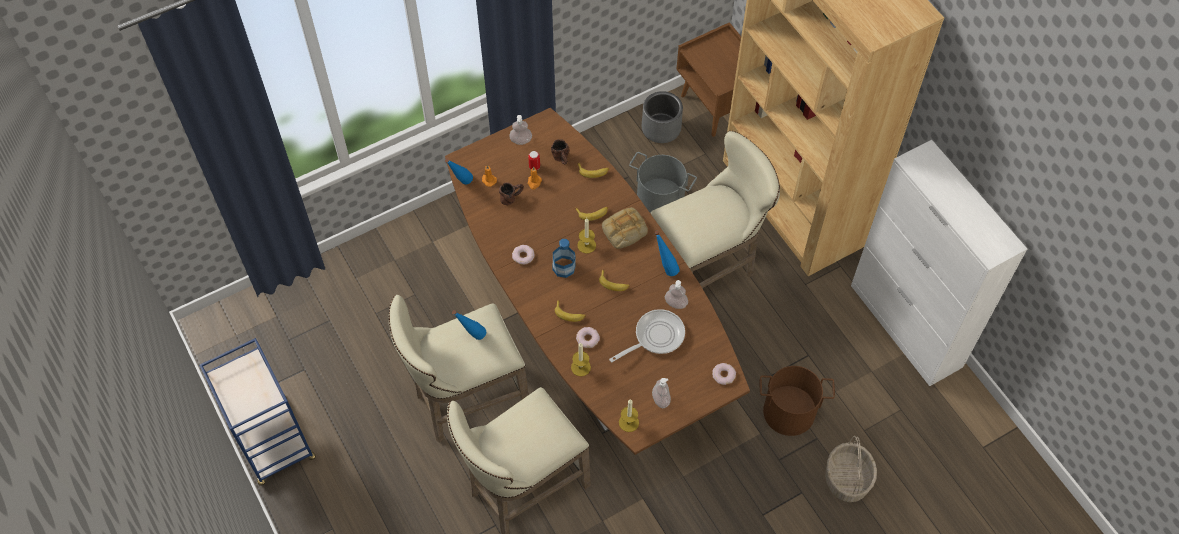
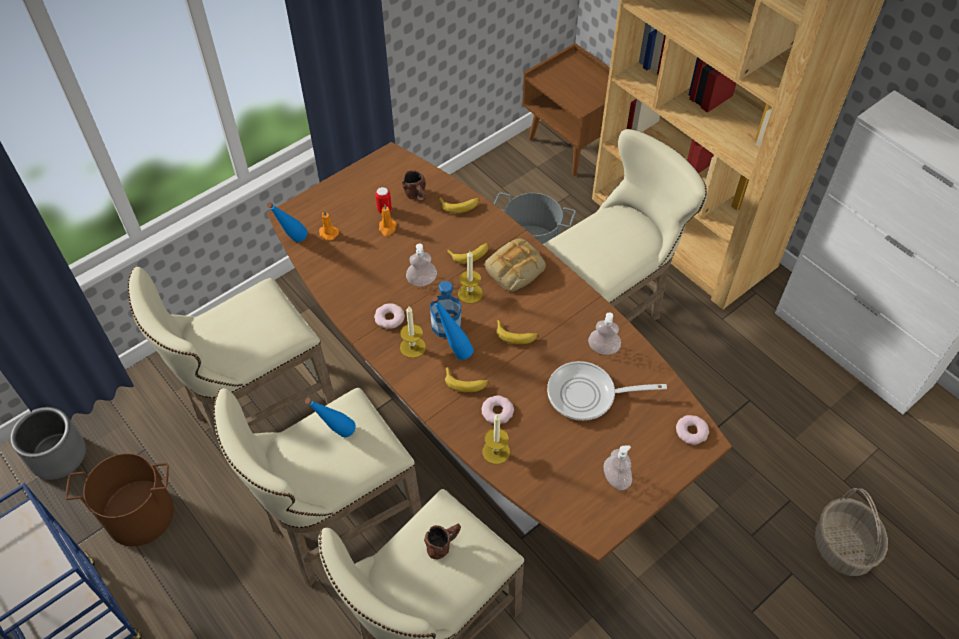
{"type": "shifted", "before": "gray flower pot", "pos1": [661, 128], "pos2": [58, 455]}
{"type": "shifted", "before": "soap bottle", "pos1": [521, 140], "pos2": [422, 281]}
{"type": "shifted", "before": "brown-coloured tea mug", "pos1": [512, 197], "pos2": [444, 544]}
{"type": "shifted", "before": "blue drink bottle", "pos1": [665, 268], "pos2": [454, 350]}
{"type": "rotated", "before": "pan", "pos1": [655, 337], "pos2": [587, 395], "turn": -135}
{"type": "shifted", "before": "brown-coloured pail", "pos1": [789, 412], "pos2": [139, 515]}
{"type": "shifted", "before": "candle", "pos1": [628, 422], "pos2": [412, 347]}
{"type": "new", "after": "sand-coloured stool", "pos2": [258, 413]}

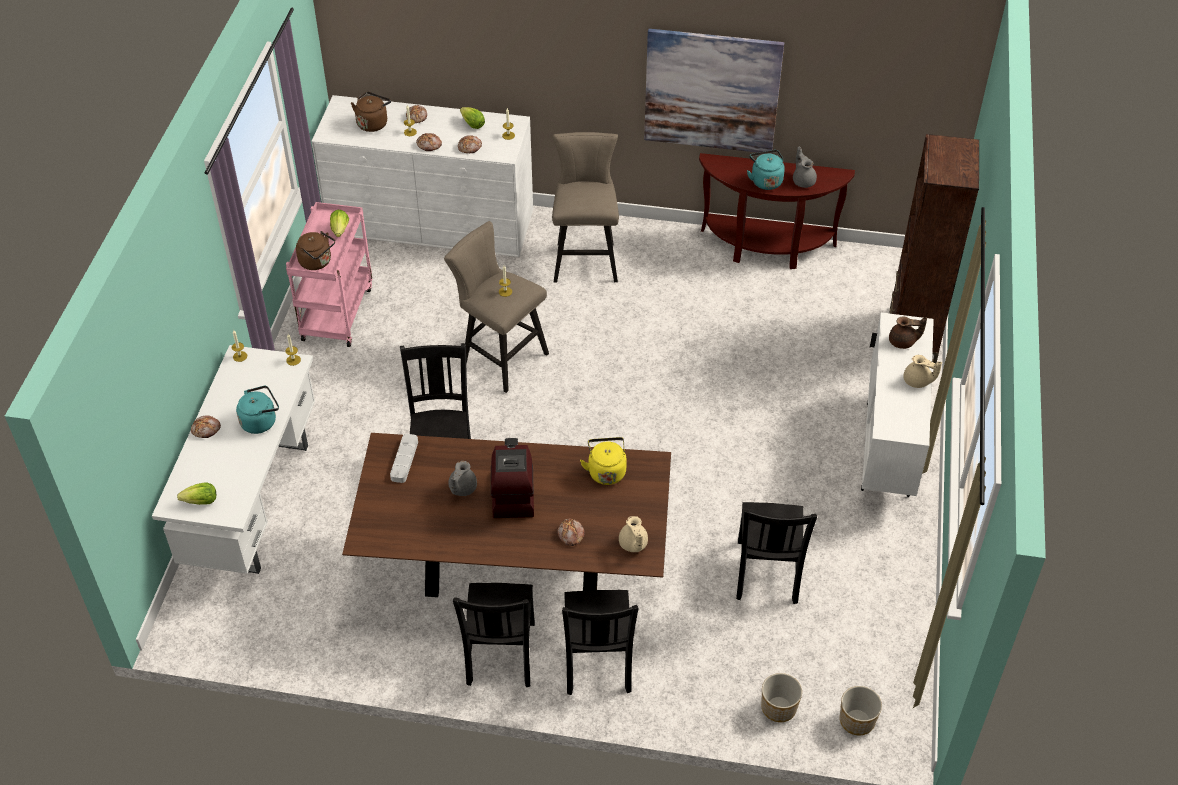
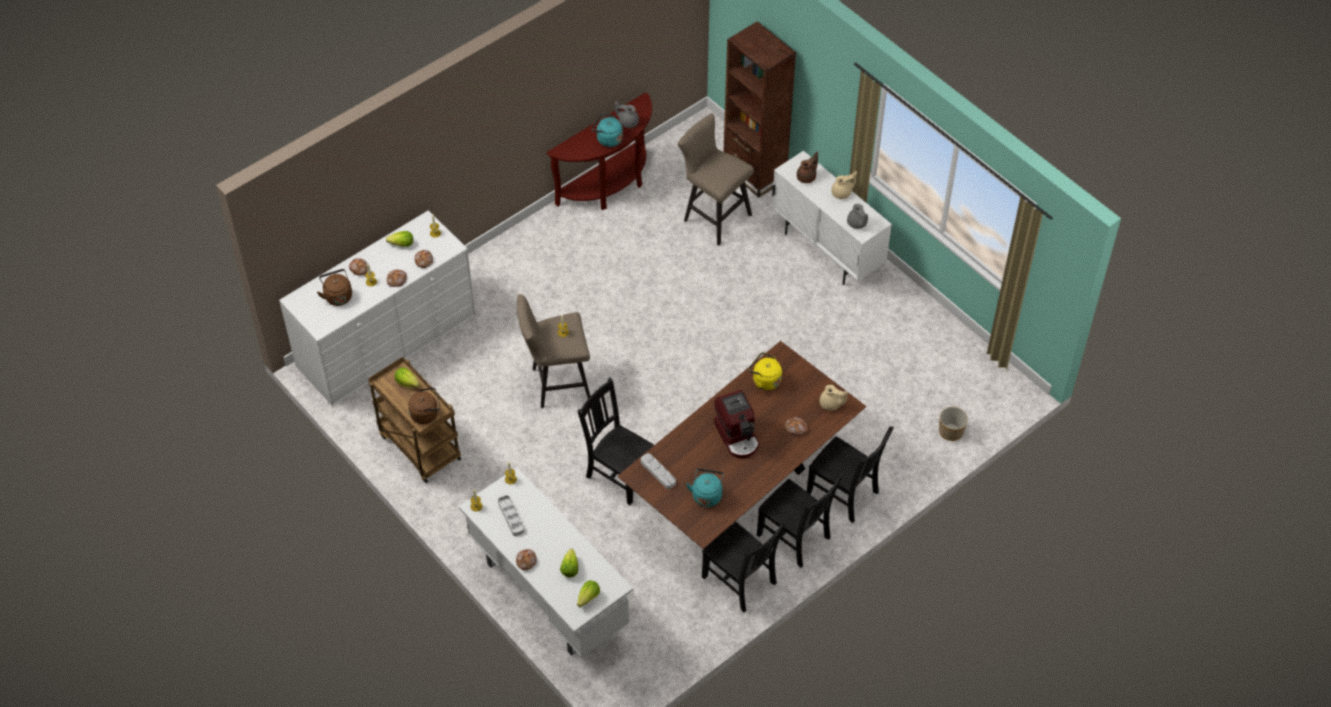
{"type": "gone", "before": "wall art", "pos1": [712, 91]}
{"type": "shifted", "before": "sand-coloured stool", "pos1": [585, 259], "pos2": [713, 216]}
{"type": "repainted", "before": "pink-coloured wheeled cart", "after": "brown-coloured wheeled cart", "pos1": [337, 312], "pos2": [418, 447]}
{"type": "shifted", "before": "blue-green kettle", "pos1": [261, 421], "pos2": [707, 494]}
{"type": "rotated", "before": "coffee machine", "pos1": [512, 493], "pos2": [737, 436], "turn": -150}
{"type": "shifted", "before": "gray teapot", "pos1": [462, 488], "pos2": [857, 224]}
{"type": "shifted", "before": "black upright chair", "pos1": [766, 574], "pos2": [741, 582]}
{"type": "gone", "before": "flower pot", "pos1": [857, 721]}
{"type": "new", "after": "gray tray", "pos2": [511, 517]}
{"type": "new", "after": "head of lettuce", "pos2": [569, 568]}

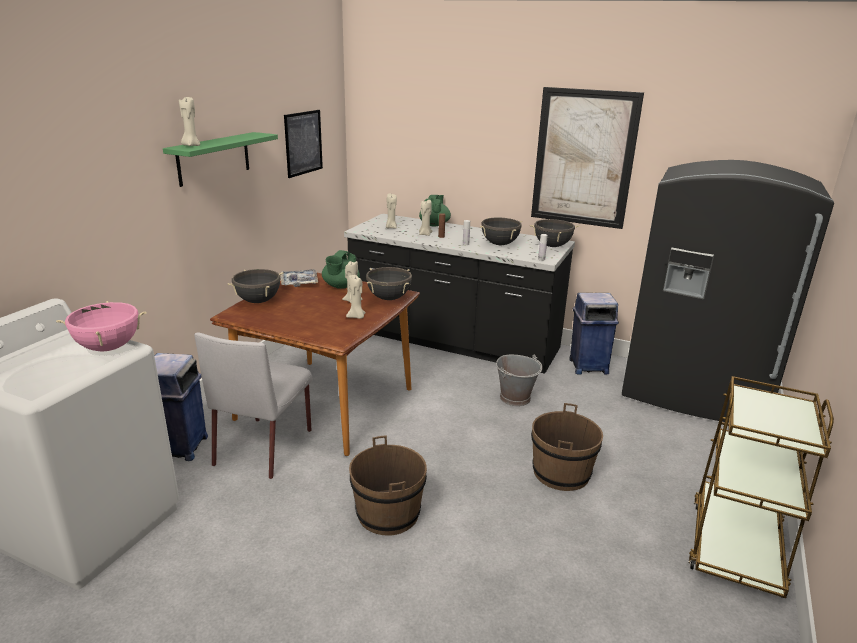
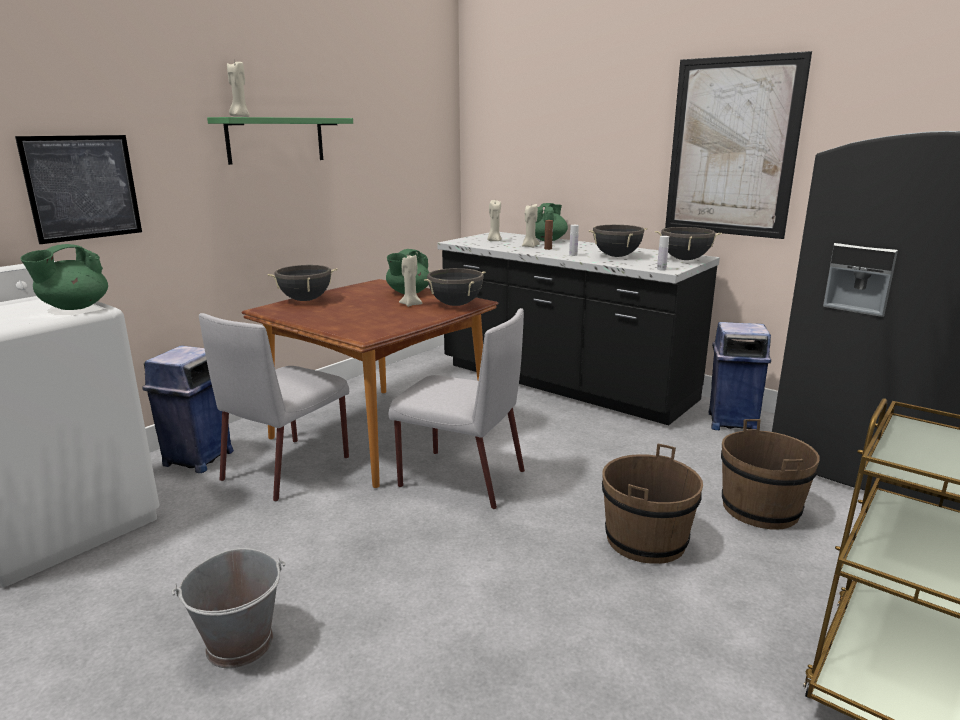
{"type": "shifted", "before": "wall art", "pos1": [303, 143], "pos2": [83, 187]}
{"type": "gone", "before": "tray", "pos1": [299, 282]}
{"type": "gone", "before": "sand-coloured candle", "pos1": [356, 317]}
{"type": "swapped", "before": "pink-coloured cooking pot", "after": "greenish teapot", "pos1": [108, 348], "pos2": [74, 307]}
{"type": "shifted", "before": "gray pail", "pos1": [515, 398], "pos2": [241, 644]}
{"type": "shifted", "before": "brown-coloured pail", "pos1": [388, 513], "pos2": [760, 509]}
{"type": "new", "after": "gray upright chair", "pos2": [460, 478]}

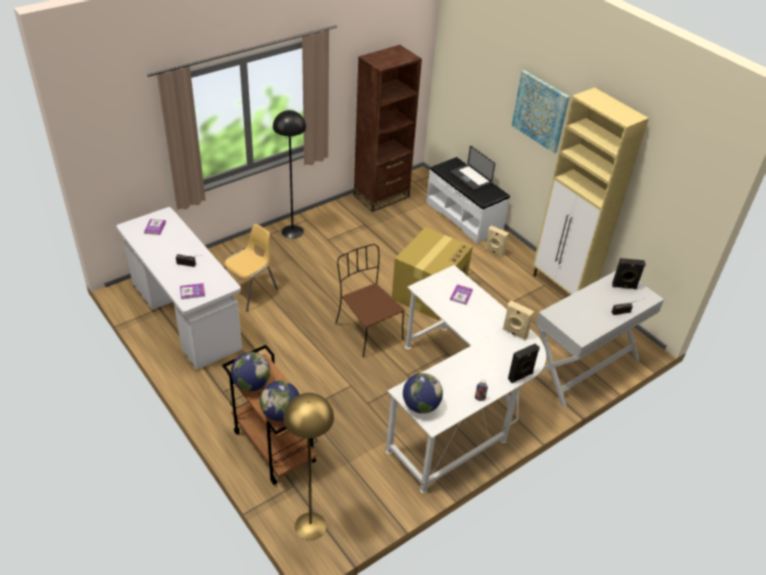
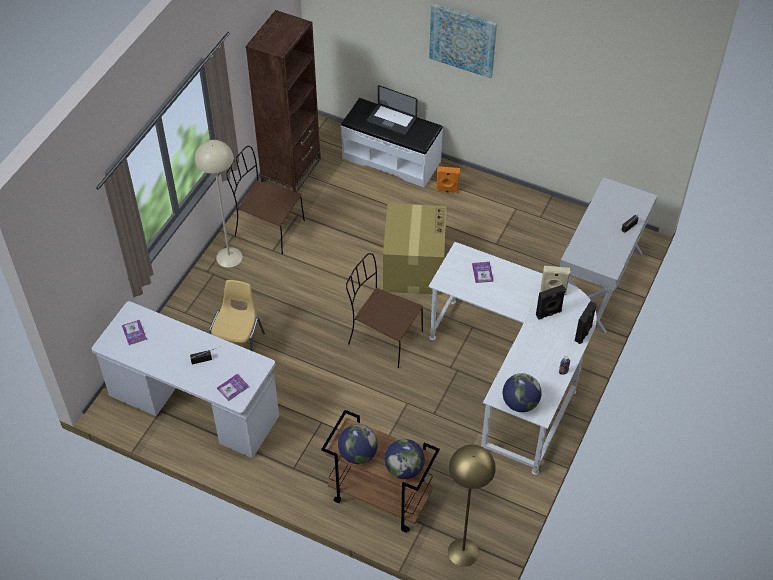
{"type": "gone", "before": "sand-coloured storage cabinet", "pos1": [561, 287]}
{"type": "repainted", "before": "black standard lamp", "after": "sand-coloured standard lamp", "pos1": [292, 231], "pos2": [229, 257]}
{"type": "repainted", "before": "sand-coloured audio speaker", "after": "orangey audio speaker", "pos1": [494, 252], "pos2": [447, 191]}
{"type": "shifted", "before": "black audio speaker", "pos1": [624, 287], "pos2": [549, 314]}
{"type": "new", "after": "brown-coloured upright chair", "pos2": [268, 228]}

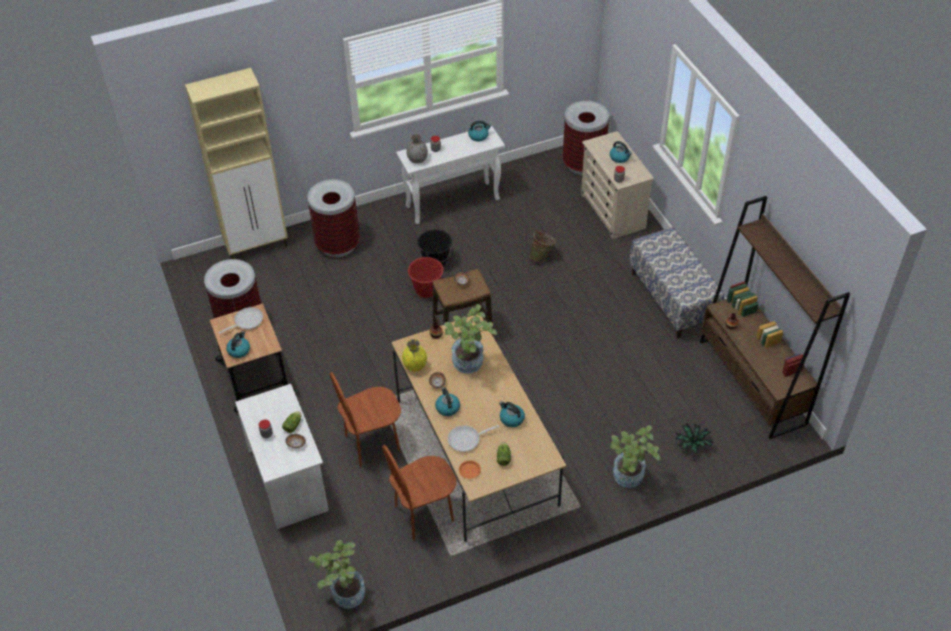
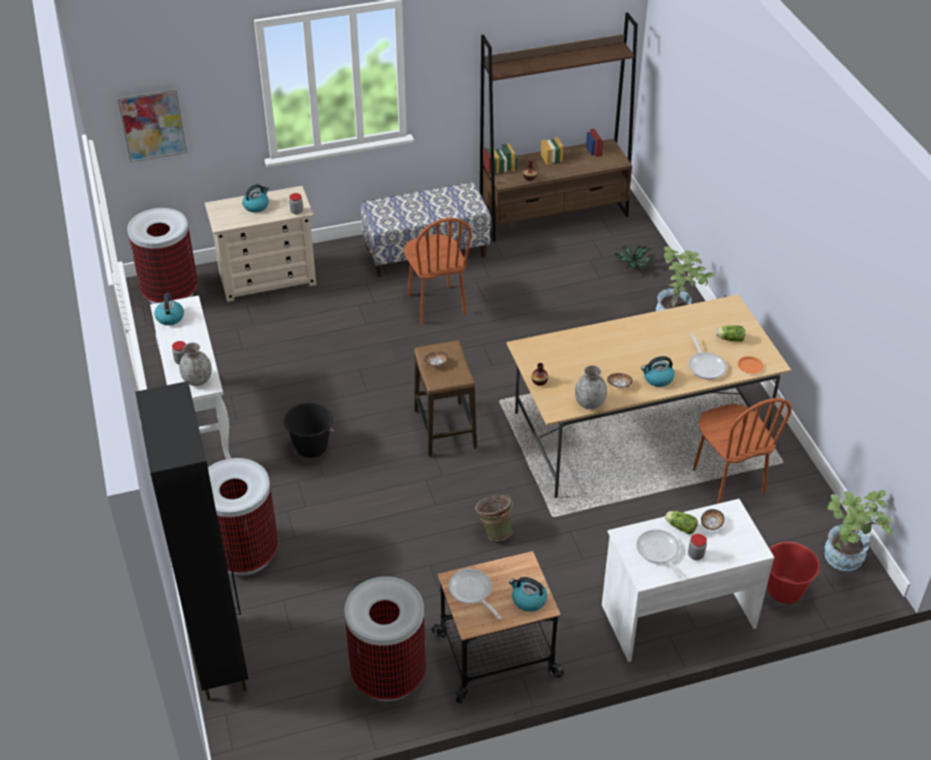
{"type": "repainted", "before": "sand-coloured storage cabinet", "after": "black storage cabinet", "pos1": [257, 247], "pos2": [219, 656]}
{"type": "shifted", "before": "greenish pail", "pos1": [542, 257], "pos2": [494, 530]}
{"type": "shifted", "before": "reddish pail", "pos1": [426, 290], "pos2": [784, 591]}
{"type": "gone", "before": "houseplant", "pos1": [469, 365]}
{"type": "repainted", "before": "yellow vase", "after": "gray vase", "pos1": [415, 366], "pos2": [589, 403]}
{"type": "shifted", "before": "brown-coloured upright chair", "pos1": [372, 443], "pos2": [436, 304]}
{"type": "gone", "before": "kettle", "pos1": [511, 419]}
{"type": "new", "after": "wall art", "pos2": [152, 124]}
{"type": "new", "after": "pan", "pos2": [659, 553]}

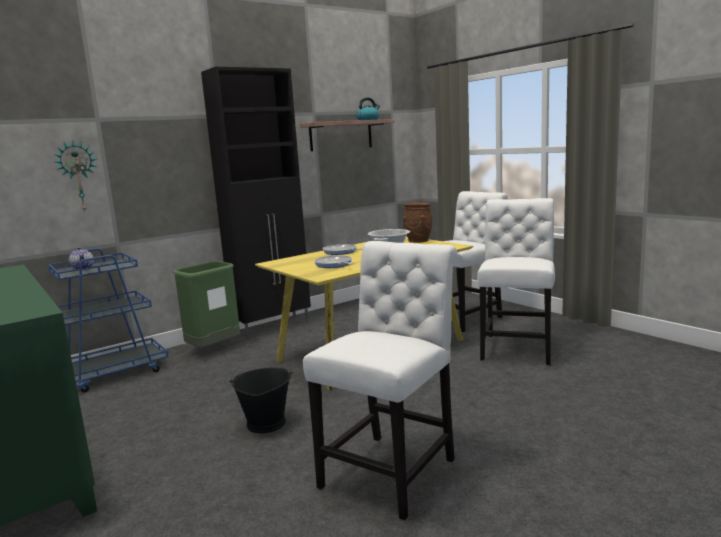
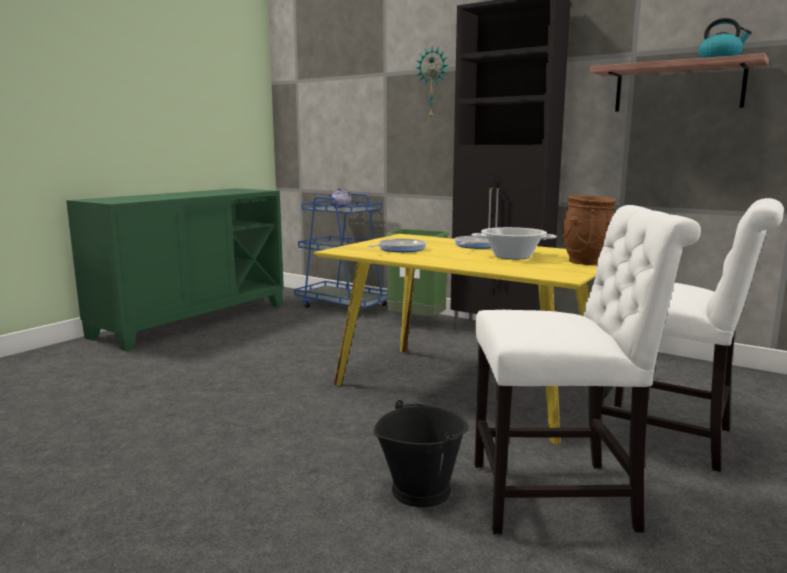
{"type": "shifted", "before": "clock on the wall", "pos1": [78, 176], "pos2": [433, 83]}
{"type": "gone", "before": "white upright chair", "pos1": [393, 470]}
{"type": "shifted", "before": "black pail", "pos1": [265, 423], "pos2": [421, 489]}

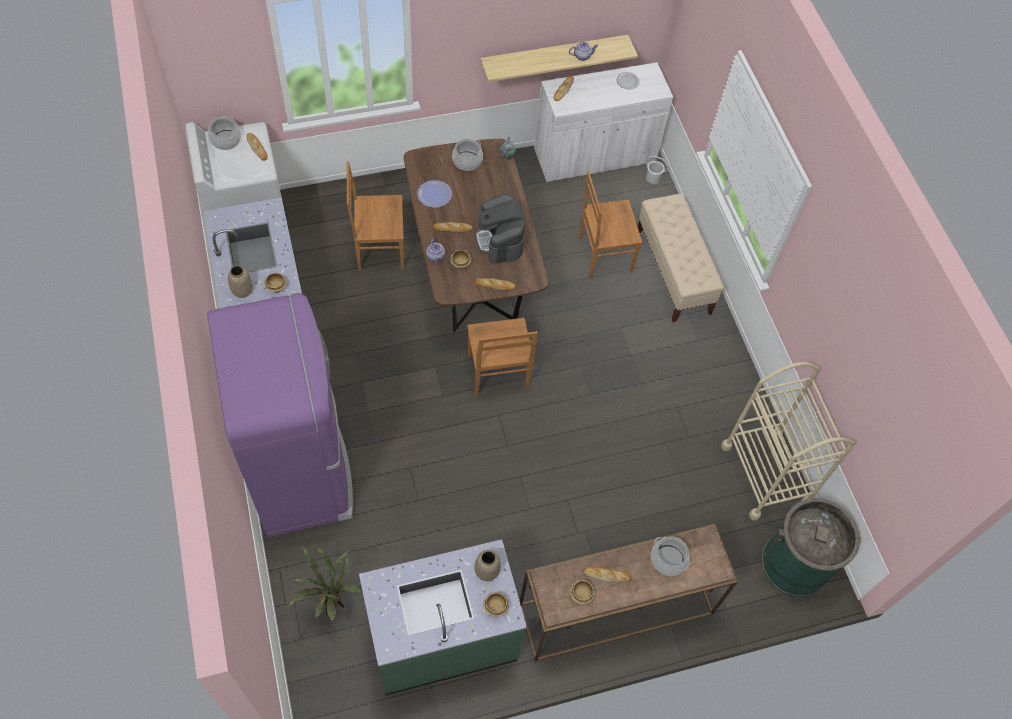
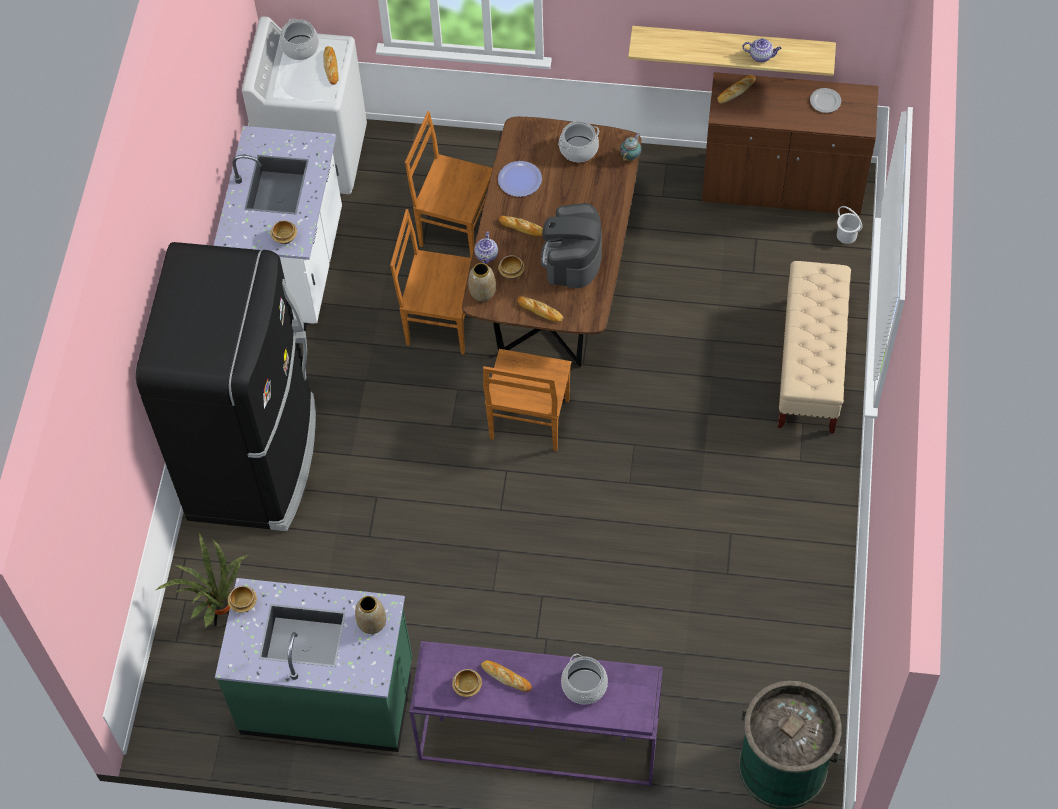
{"type": "repainted", "before": "white storage cabinet", "after": "brown-coloured storage cabinet", "pos1": [594, 156], "pos2": [782, 185]}
{"type": "shifted", "before": "brown-coloured upright chair", "pos1": [603, 255], "pos2": [439, 321]}
{"type": "shifted", "before": "vase", "pos1": [242, 290], "pos2": [482, 292]}
{"type": "repainted", "before": "purple fridge", "after": "black fridge", "pos1": [302, 469], "pos2": [255, 459]}
{"type": "gone", "before": "sand-coloured wheeled cart", "pos1": [765, 474]}
{"type": "repainted", "before": "brown-coloured console table", "after": "purple console table", "pos1": [615, 611], "pos2": [537, 740]}
{"type": "shifted", "before": "bowl", "pos1": [495, 607], "pos2": [243, 604]}

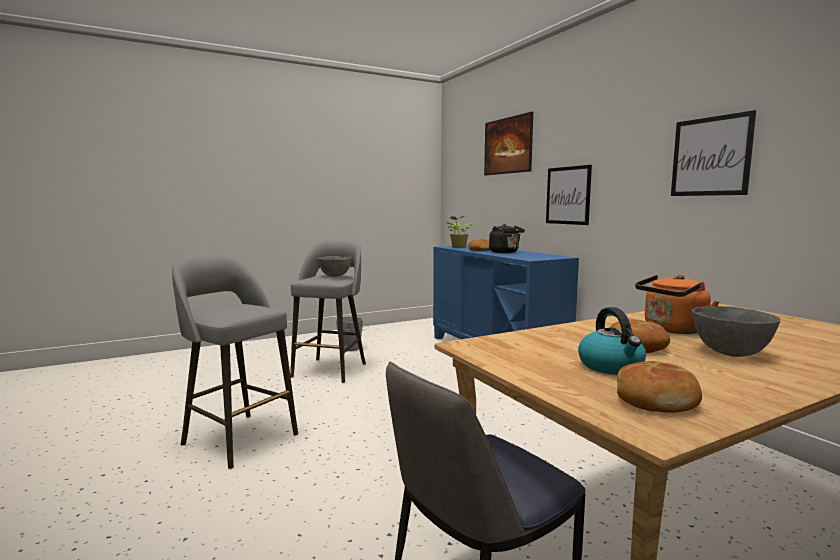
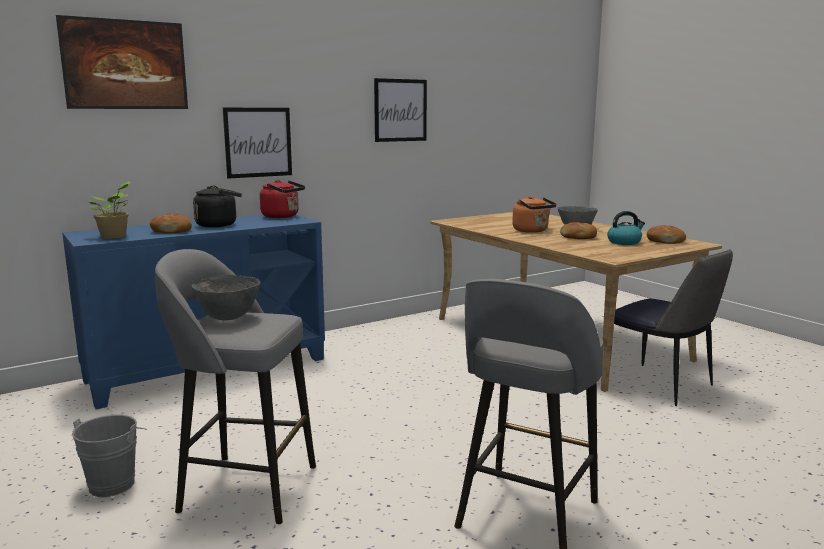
{"type": "new", "after": "reddish kettle", "pos2": [282, 216]}

